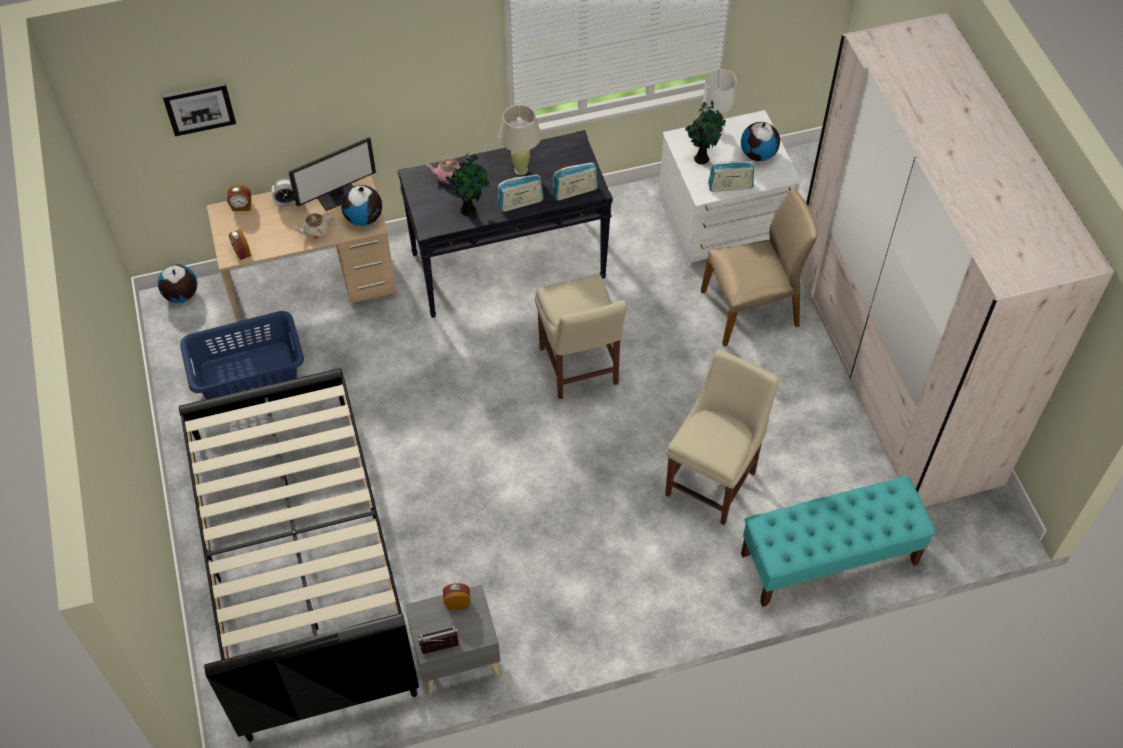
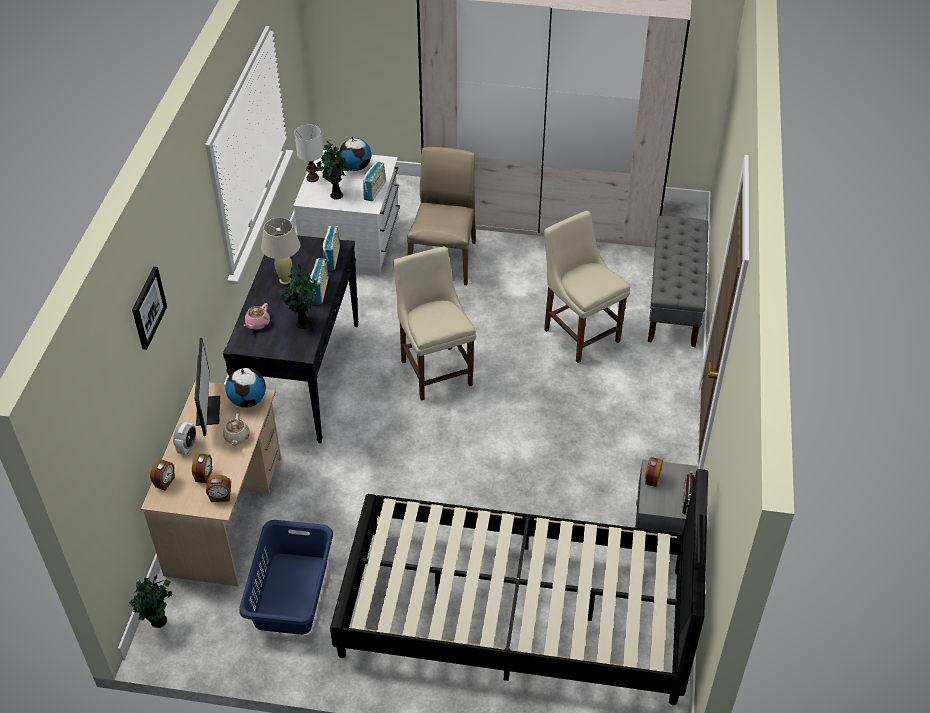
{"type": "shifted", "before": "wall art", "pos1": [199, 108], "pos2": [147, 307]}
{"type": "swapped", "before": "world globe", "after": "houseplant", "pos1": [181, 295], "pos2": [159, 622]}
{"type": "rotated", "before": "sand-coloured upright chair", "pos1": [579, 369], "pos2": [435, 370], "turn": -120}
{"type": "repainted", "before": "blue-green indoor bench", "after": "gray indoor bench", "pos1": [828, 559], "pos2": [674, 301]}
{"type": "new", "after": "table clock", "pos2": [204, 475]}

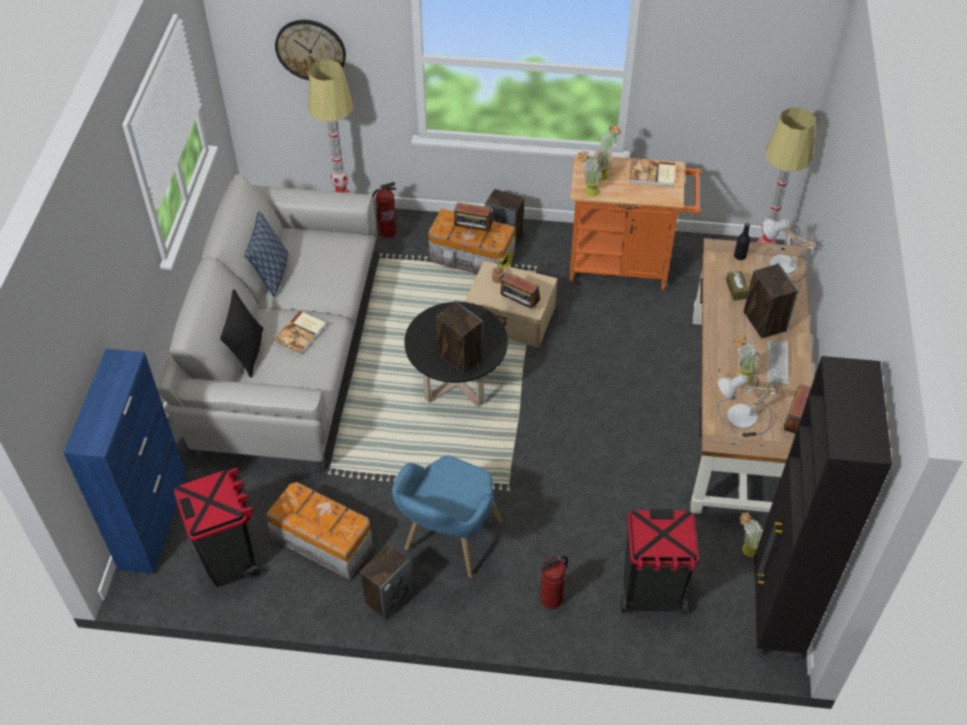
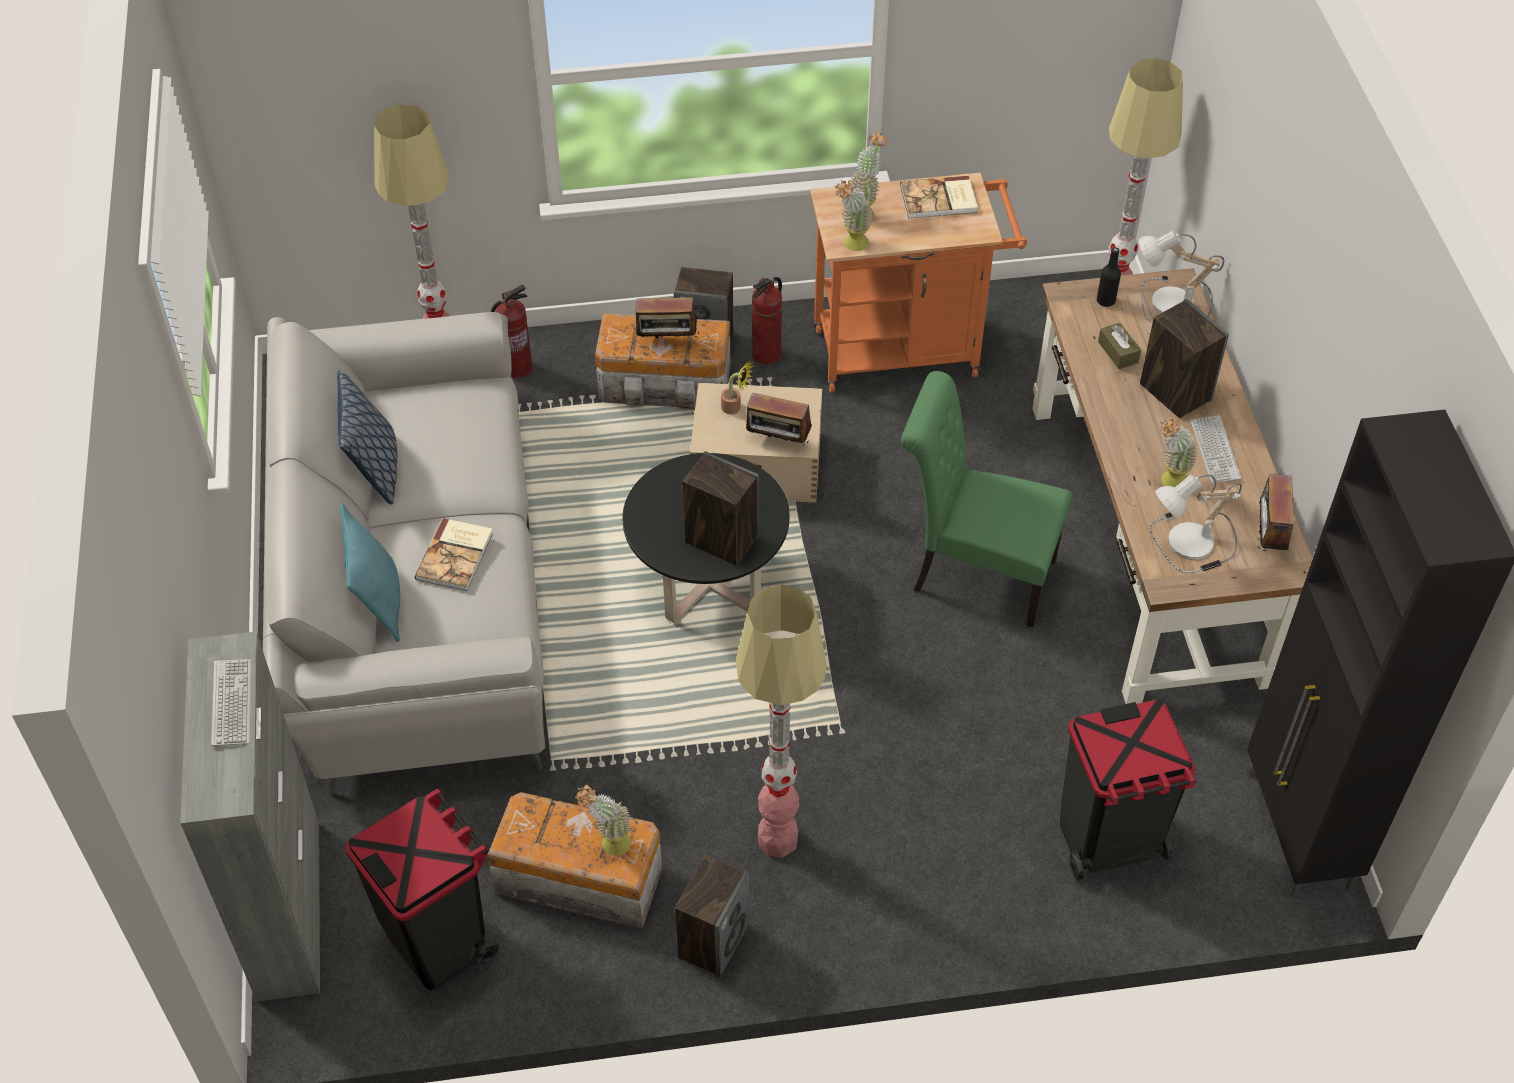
{"type": "gone", "before": "clock on the wall", "pos1": [310, 49]}
{"type": "repainted", "before": "black throw pillow", "after": "blue-green throw pillow", "pos1": [248, 352], "pos2": [379, 602]}
{"type": "repainted", "before": "blue storage cabinet", "after": "gray storage cabinet", "pos1": [153, 520], "pos2": [289, 908]}
{"type": "swapped", "before": "blue armchair", "after": "standard lamp", "pos1": [447, 546], "pos2": [778, 839]}
{"type": "shifted", "before": "houseplant", "pos1": [745, 549], "pos2": [608, 845]}
{"type": "shifted", "before": "extinguisher", "pos1": [551, 599], "pos2": [767, 354]}
{"type": "new", "after": "greenish upright chair", "pos2": [974, 573]}
{"type": "new", "after": "PC keyboard", "pos2": [232, 703]}

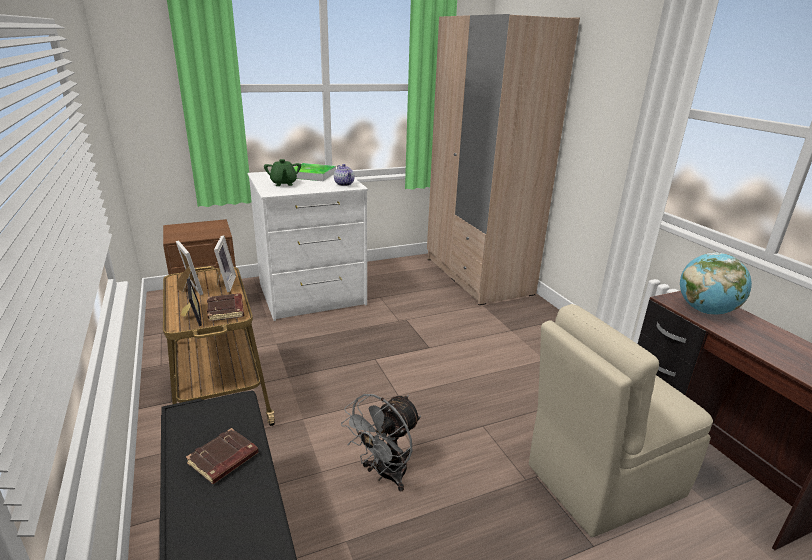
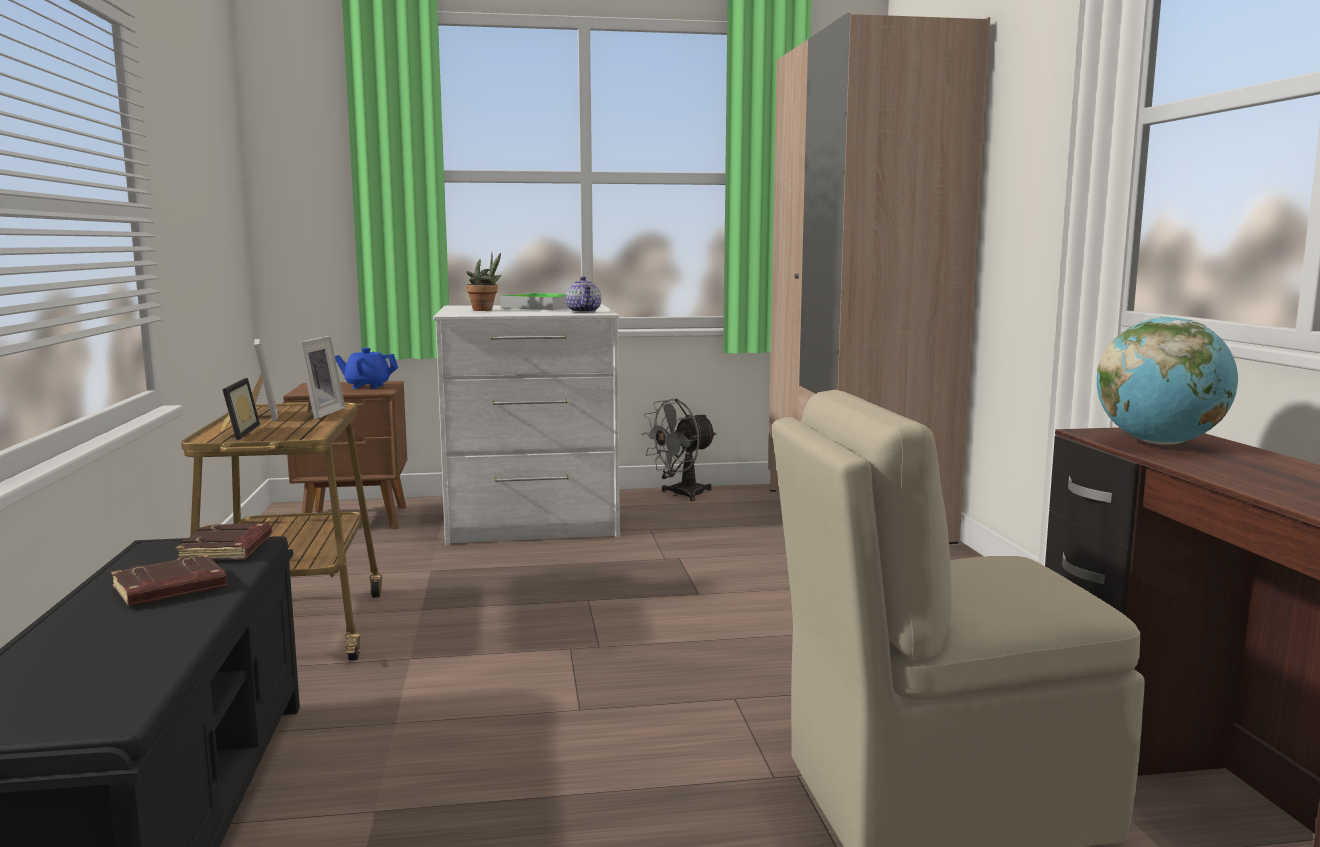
{"type": "swapped", "before": "greenish teapot", "after": "houseplant", "pos1": [283, 183], "pos2": [485, 310]}
{"type": "shifted", "before": "brown-coloured book", "pos1": [226, 310], "pos2": [227, 550]}
{"type": "shifted", "before": "gray cooling fan", "pos1": [385, 474], "pos2": [681, 495]}
{"type": "new", "after": "blue teapot", "pos2": [367, 386]}

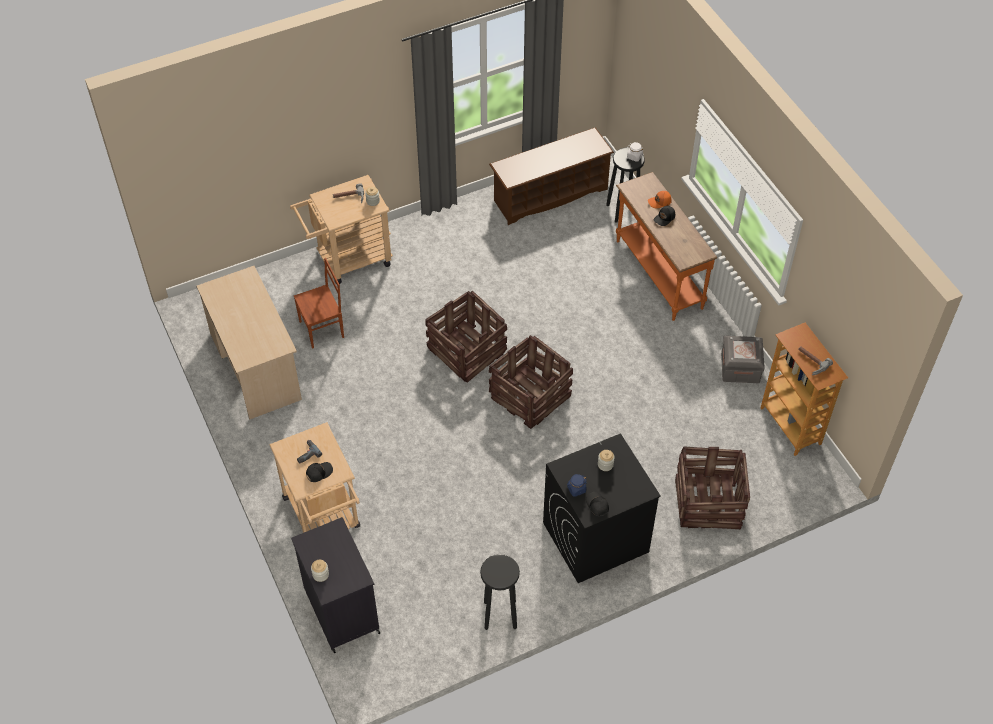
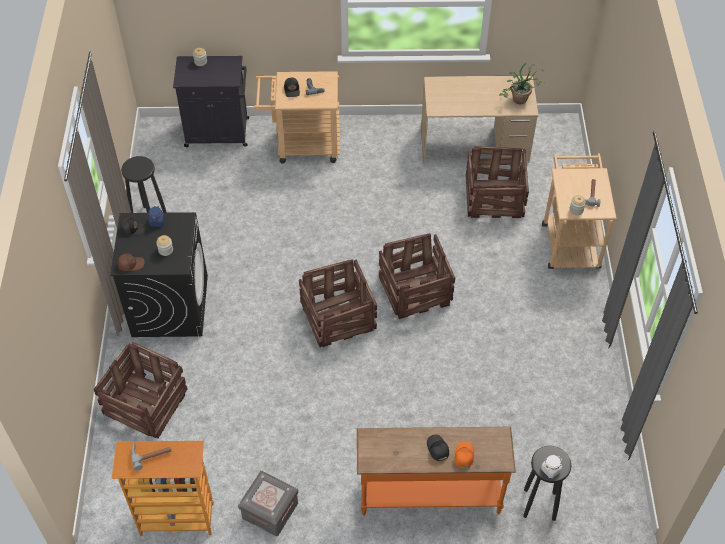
{"type": "gone", "before": "brown-coloured shoe rack", "pos1": [550, 195]}
{"type": "swapped", "before": "brown-coloured upright chair", "after": "shipping crate", "pos1": [322, 329], "pos2": [493, 198]}
{"type": "new", "after": "houseplant", "pos2": [518, 102]}
{"type": "new", "after": "brown-coloured cap", "pos2": [131, 264]}

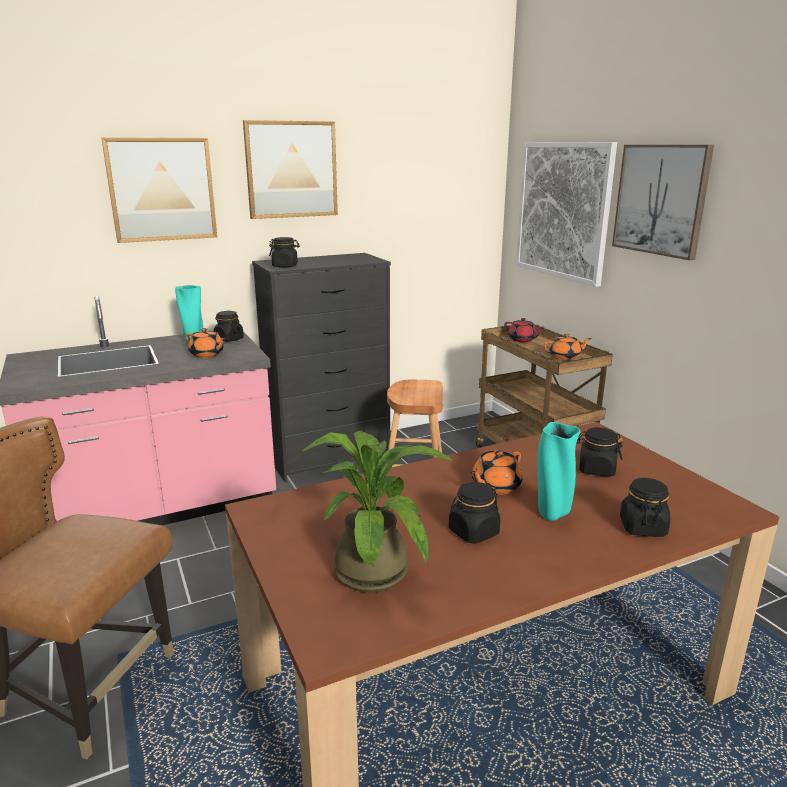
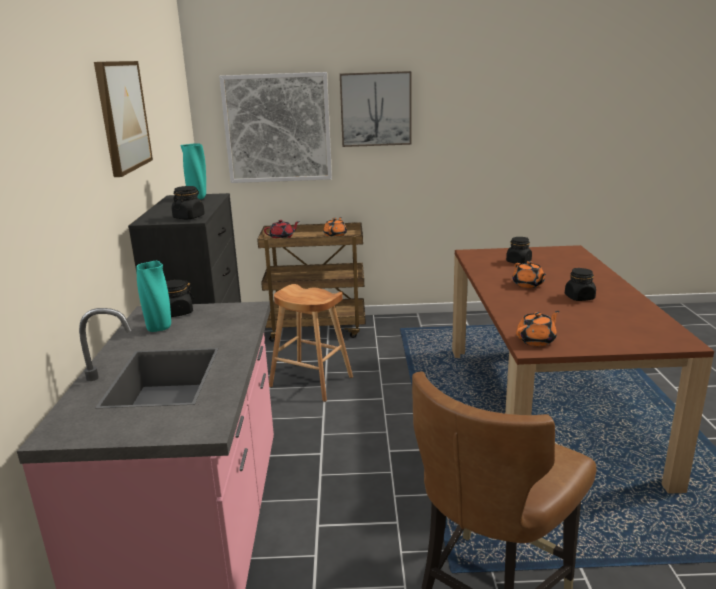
{"type": "gone", "before": "wall art", "pos1": [162, 189]}
{"type": "shifted", "before": "orangey teapot", "pos1": [207, 354], "pos2": [536, 340]}
{"type": "shifted", "before": "blue-green vase", "pos1": [552, 514], "pos2": [198, 198]}
{"type": "gone", "before": "houseplant", "pos1": [373, 566]}
{"type": "gone", "before": "black storage jar", "pos1": [642, 527]}

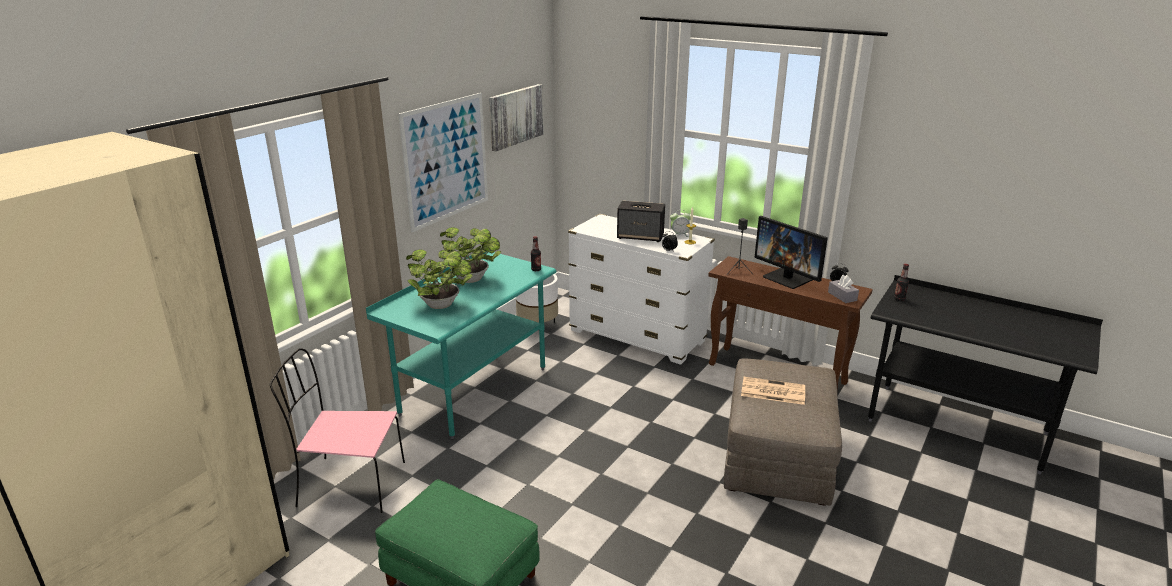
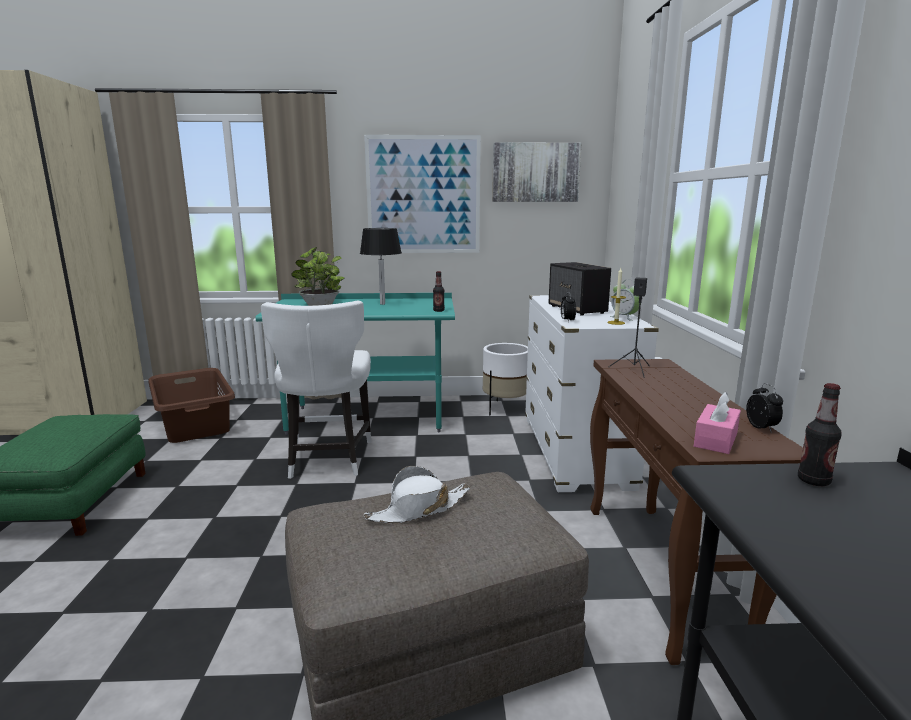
{"type": "gone", "before": "computer screen", "pos1": [787, 278]}
{"type": "swapped", "before": "houseplant", "after": "black lamp for a table", "pos1": [473, 280], "pos2": [382, 304]}
{"type": "repainted", "before": "gray box of tissues", "after": "pink-coloured box of tissues", "pos1": [842, 296], "pos2": [715, 439]}
{"type": "swapped", "before": "pink-coloured upright chair", "after": "brown-coloured laundry basket", "pos1": [349, 484], "pos2": [195, 423]}
{"type": "swapped", "before": "printed paper", "after": "white clothing hat", "pos1": [772, 391], "pos2": [418, 509]}
{"type": "new", "after": "white upright chair", "pos2": [327, 460]}

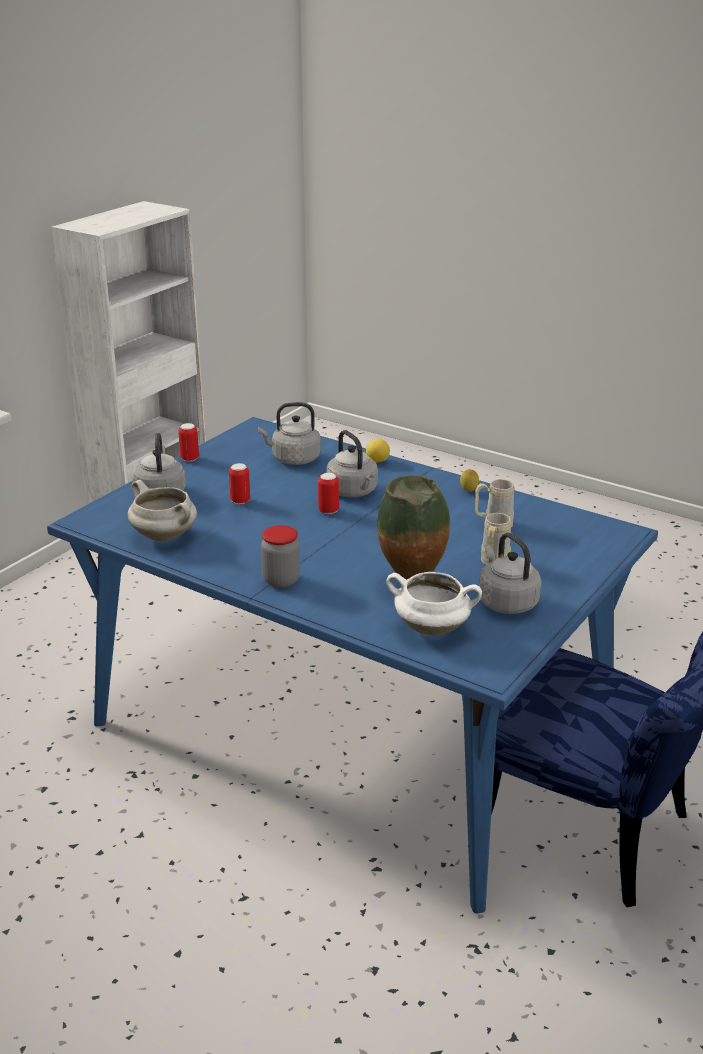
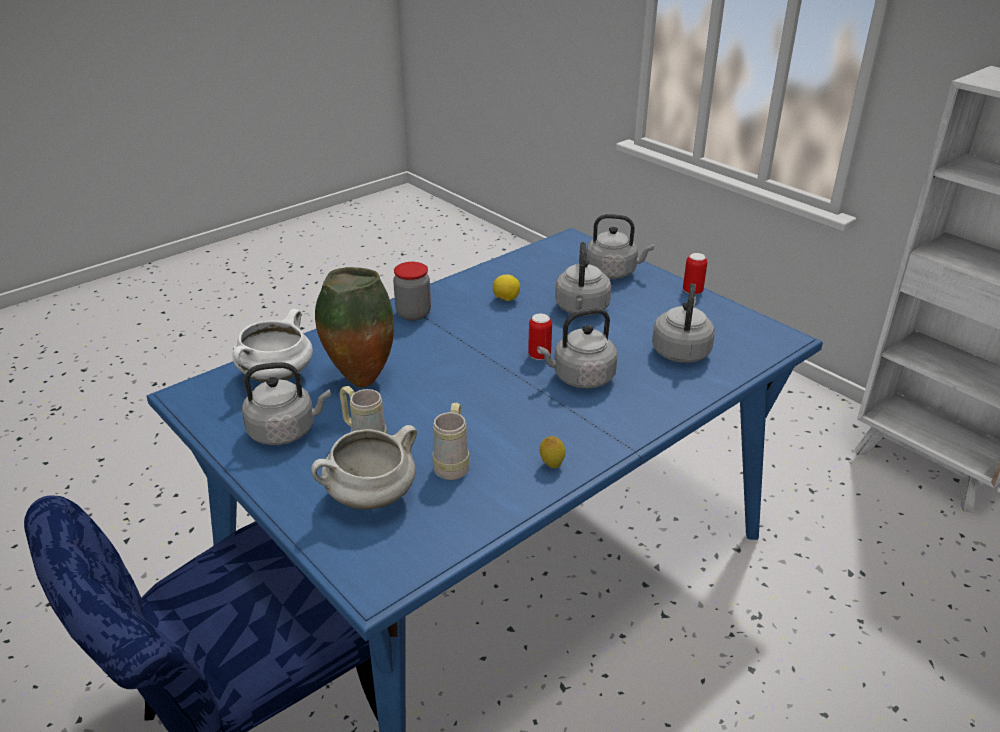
{"type": "shifted", "before": "whole lemon", "pos1": [377, 462], "pos2": [506, 299]}
{"type": "swapped", "before": "sealed can", "after": "gray kettle", "pos1": [240, 501], "pos2": [581, 309]}
{"type": "shifted", "before": "white cooking pot", "pos1": [166, 536], "pos2": [370, 498]}

